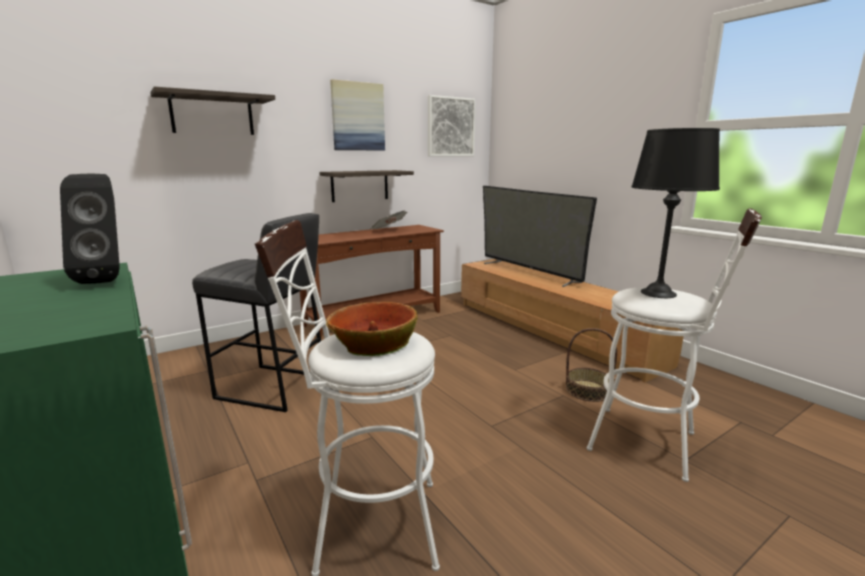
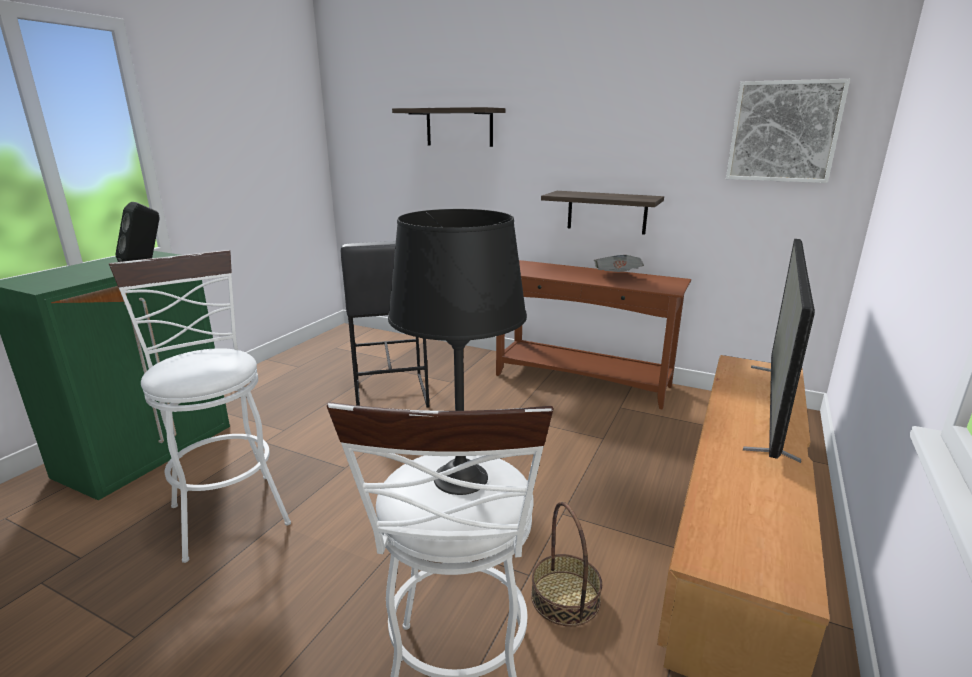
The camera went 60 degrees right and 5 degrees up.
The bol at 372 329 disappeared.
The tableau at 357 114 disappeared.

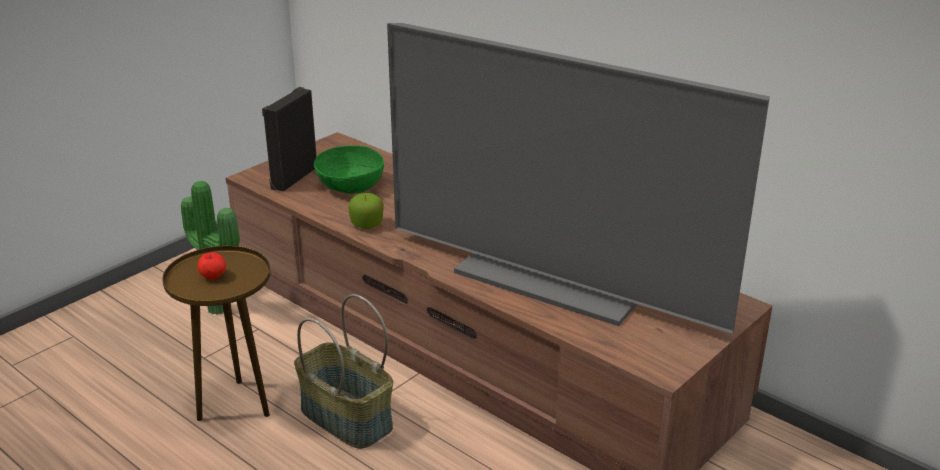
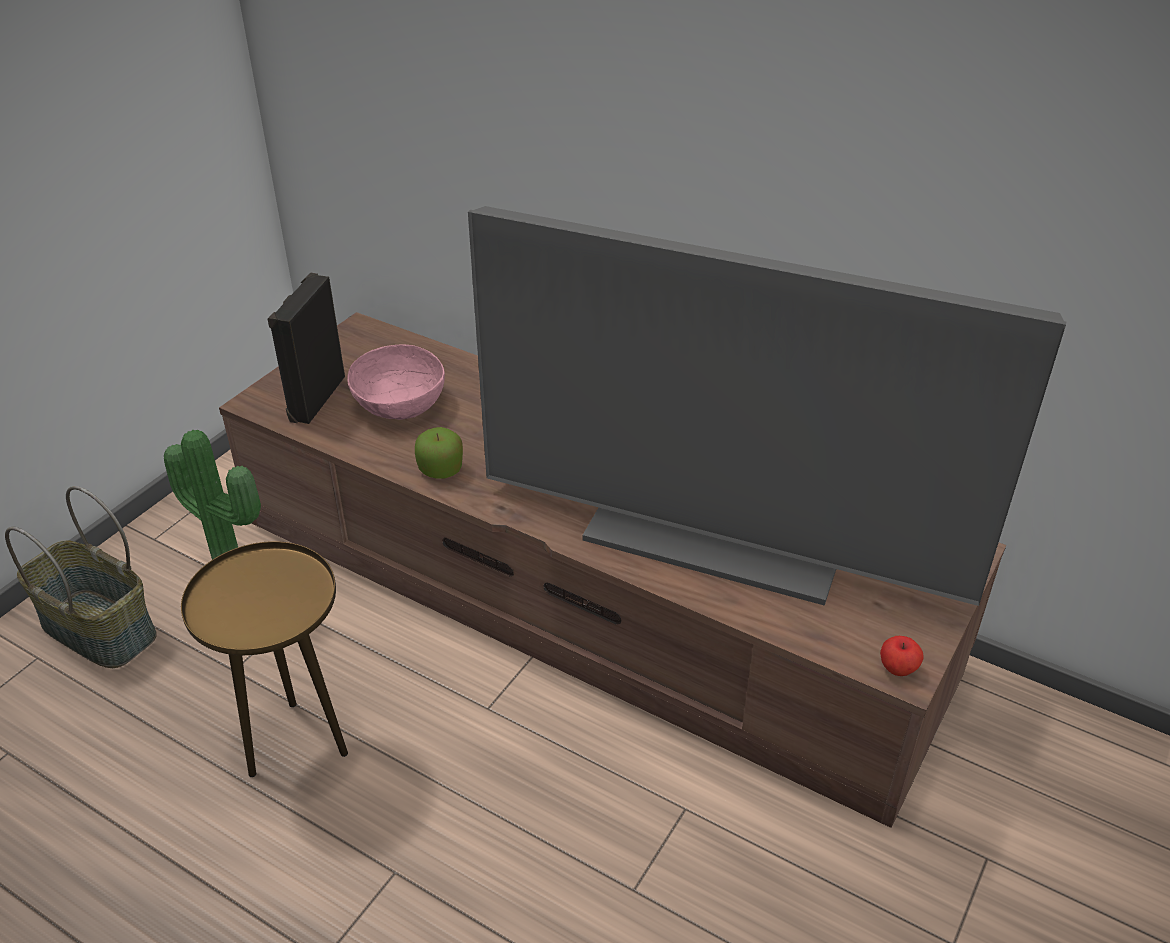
The camera went 10 degrees left and 10 degrees up.
The pomme moved from 212 266 to 902 656.
The panier moved from 343 371 to 81 577.
The bol/vert at 349 169 became the bol/rose at 396 382.

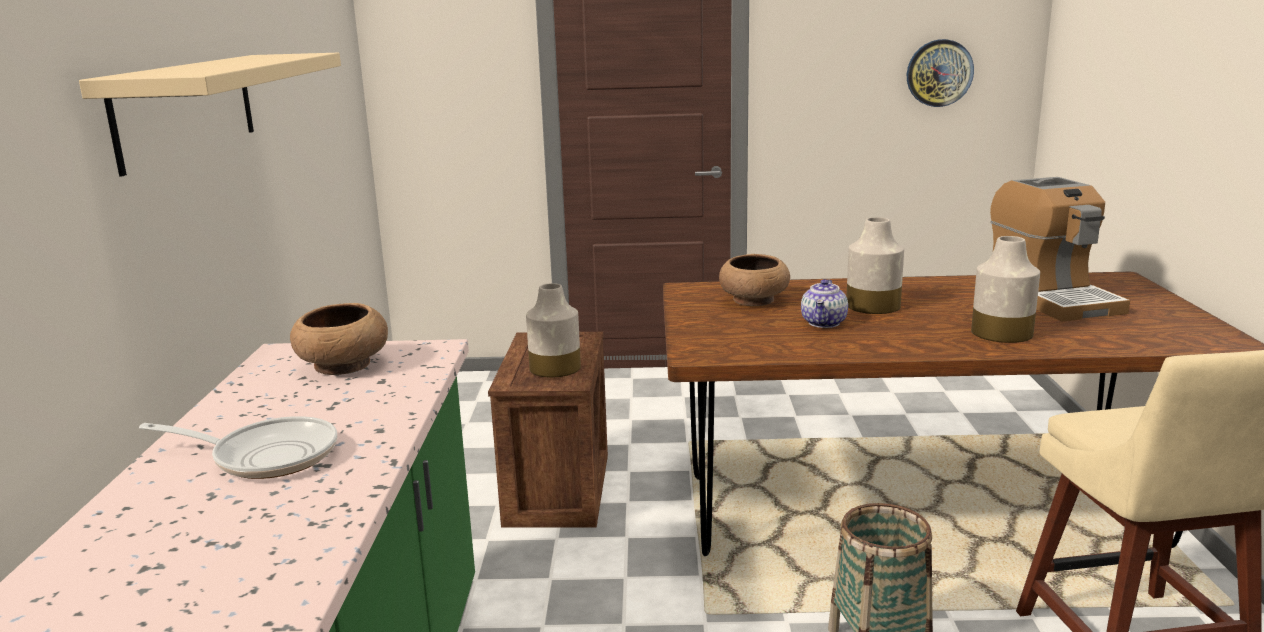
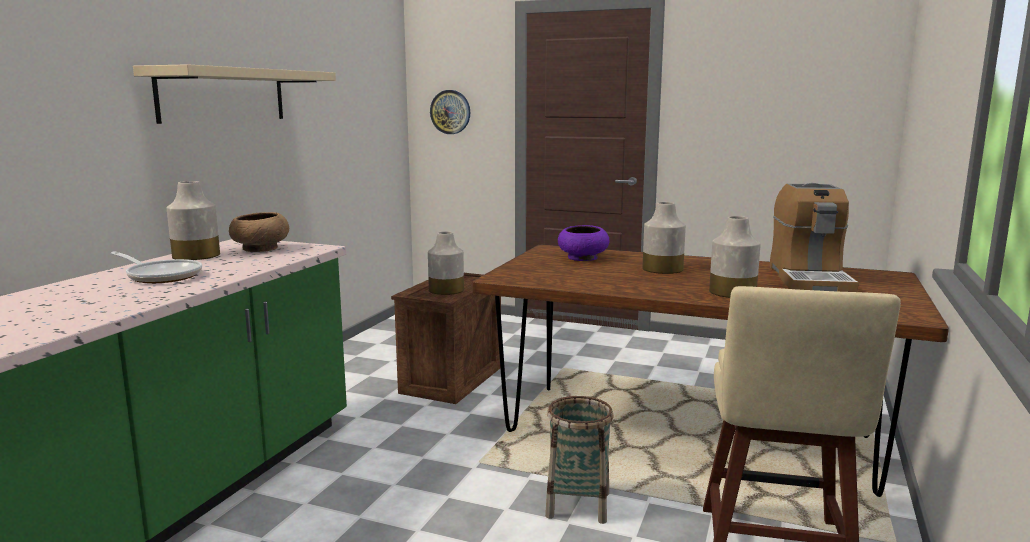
The camera went 20 degrees right and 5 degrees down.
The théière at 824 303 disappeared.
The vase/beige at 193 220 appeared.
The horloge murale moved from 940 73 to 450 112.
The bol/marron at 754 280 became the bol/violet at 583 243.

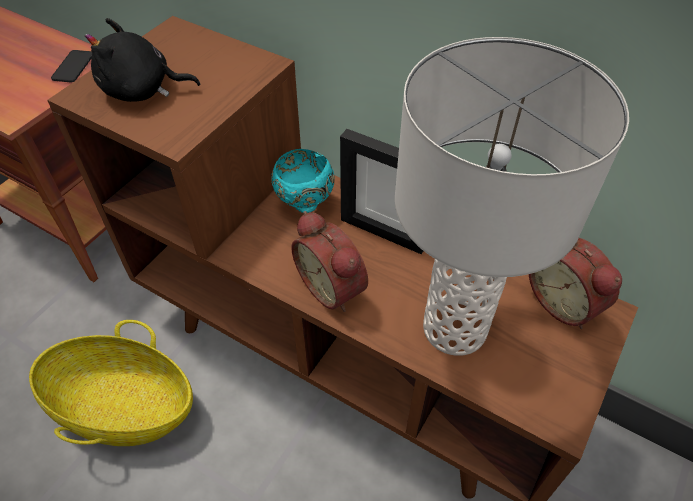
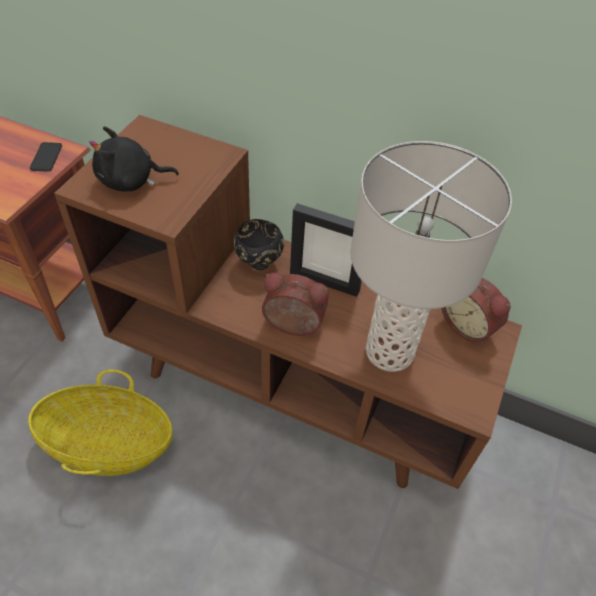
The camera went 10 degrees left and 0 degrees up.
The bol/turquoise at 303 181 became the bol/noir at 258 244.
The réveil at 329 261 turned 150 degrees clockwise.

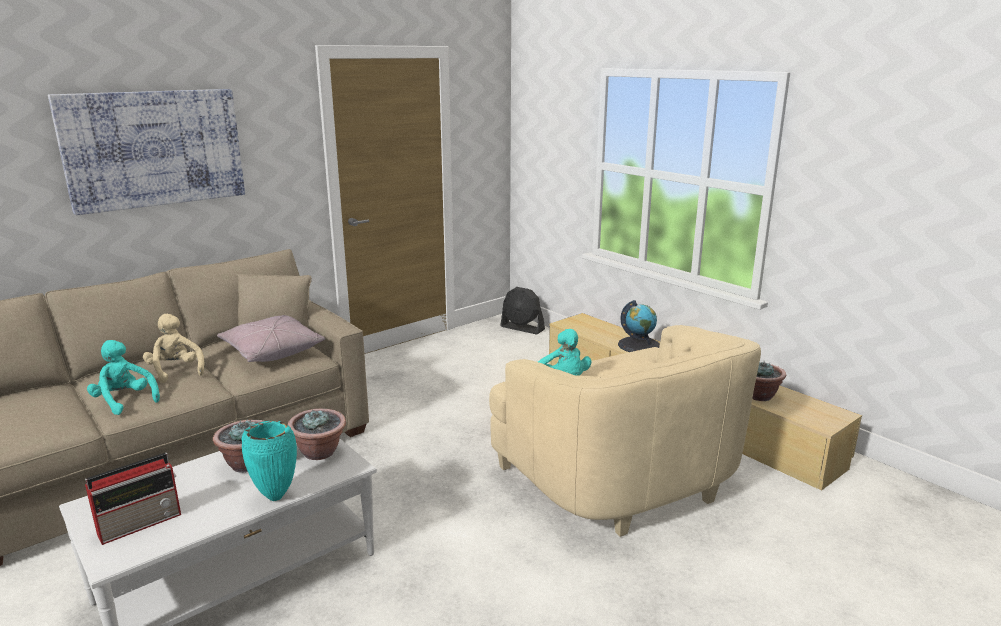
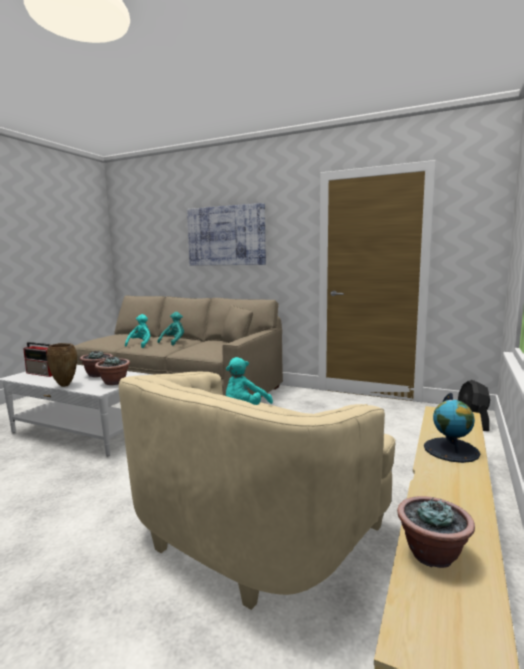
The camera went 65 degrees right and 10 degrees down.
The coussin/violet at 271 338 disappeared.
The peluche/beige at 173 348 became the peluche/turquoise at 170 329.
The vase/turquoise at 269 460 became the vase/marron at 61 365.

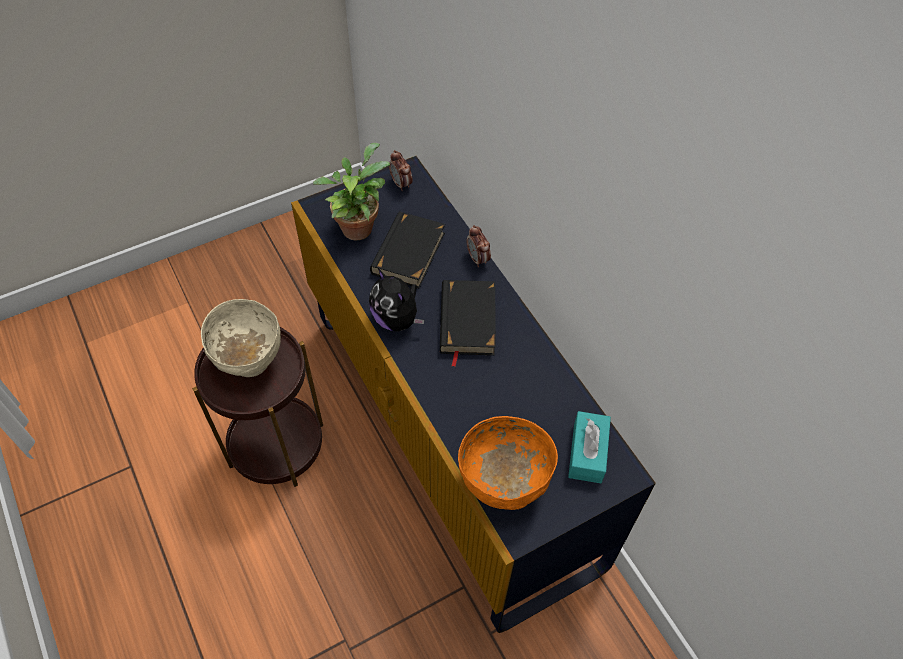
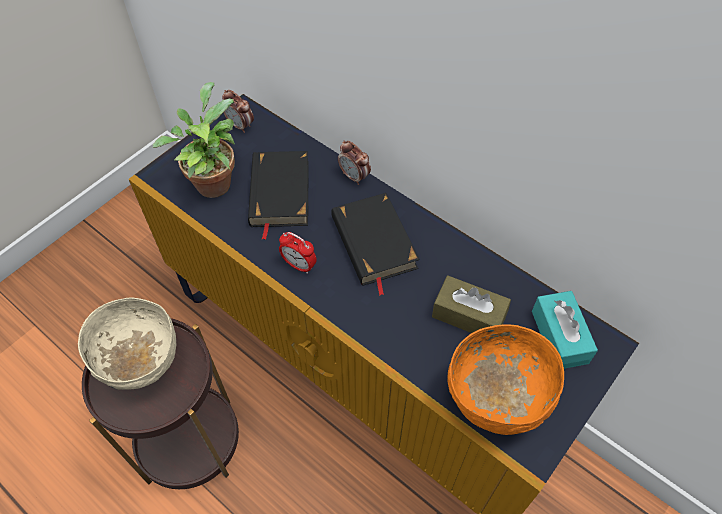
The camera went 20 degrees left and 0 degrees up.
The boîte à mouchoirs/marron at 471 304 appeared.
The peluche at 396 299 was replaced by the réveil at 298 253.

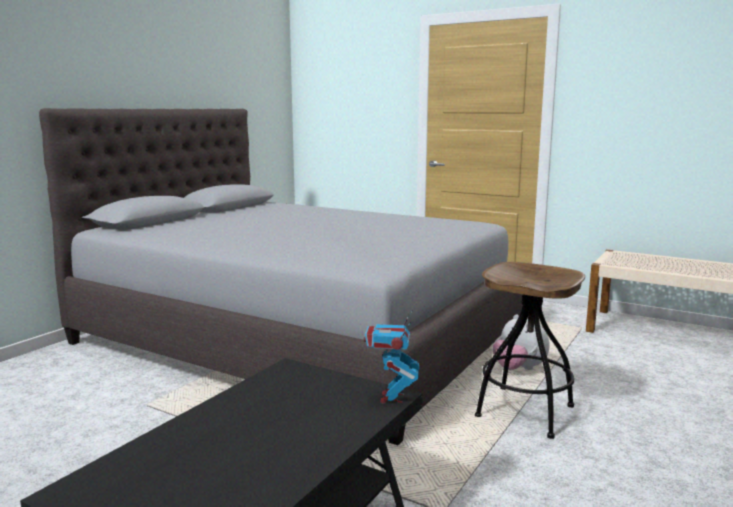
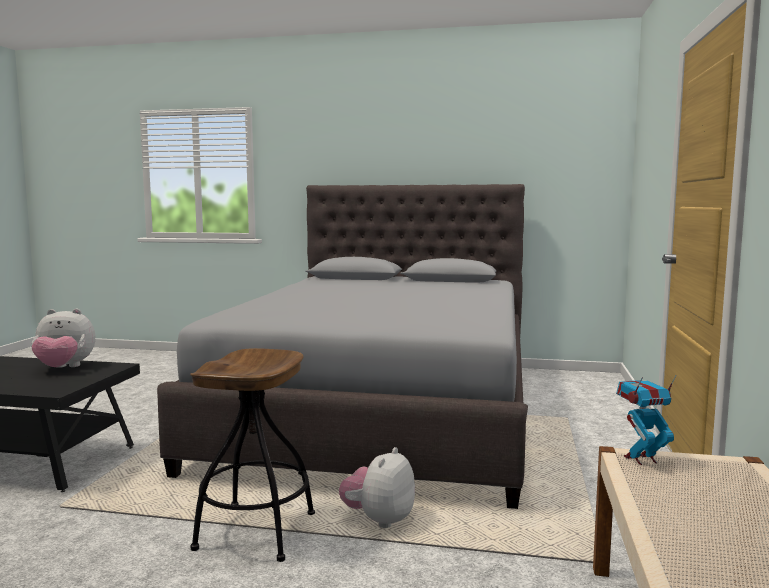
The camera went 70 degrees right and 5 degrees down.
The peluche at 63 338 appeared.
The robot jouet moved from 392 356 to 646 420.

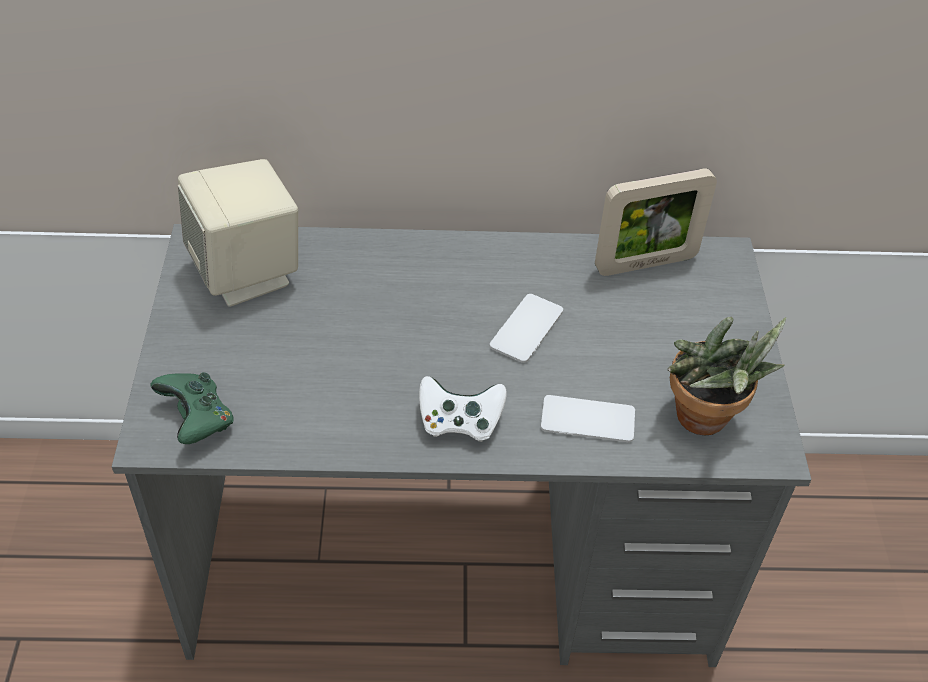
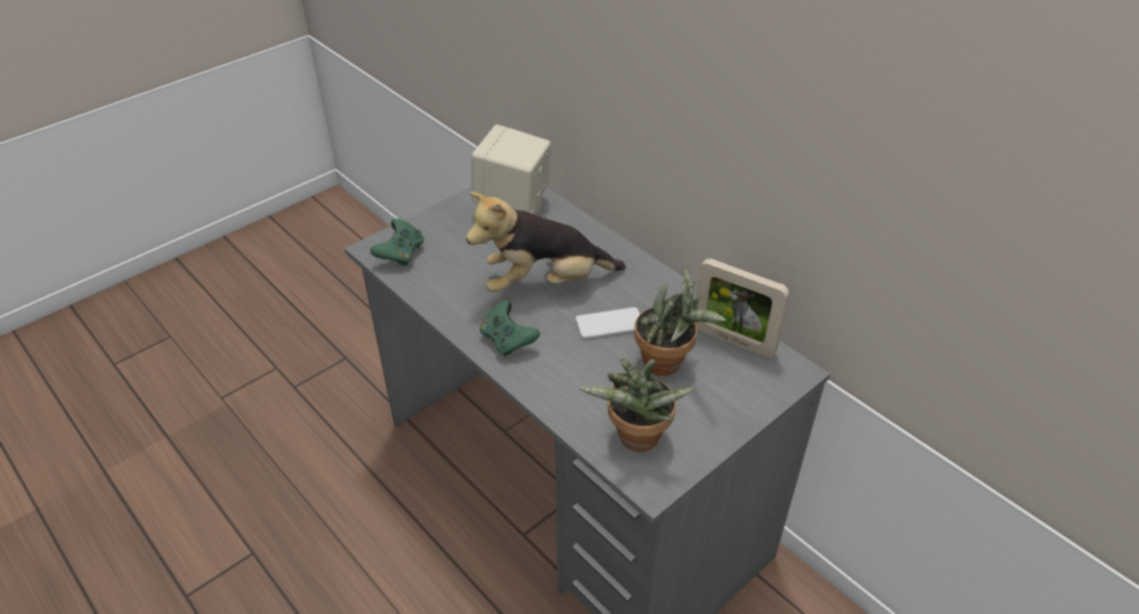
The camera went 50 degrees right and 5 degrees down.
The téléphone at 588 418 disappeared.
The peluche at 546 242 appeared.
The plante en pot at 680 321 appeared.
The manette/blanc at 463 409 became the manette/vert at 510 328.

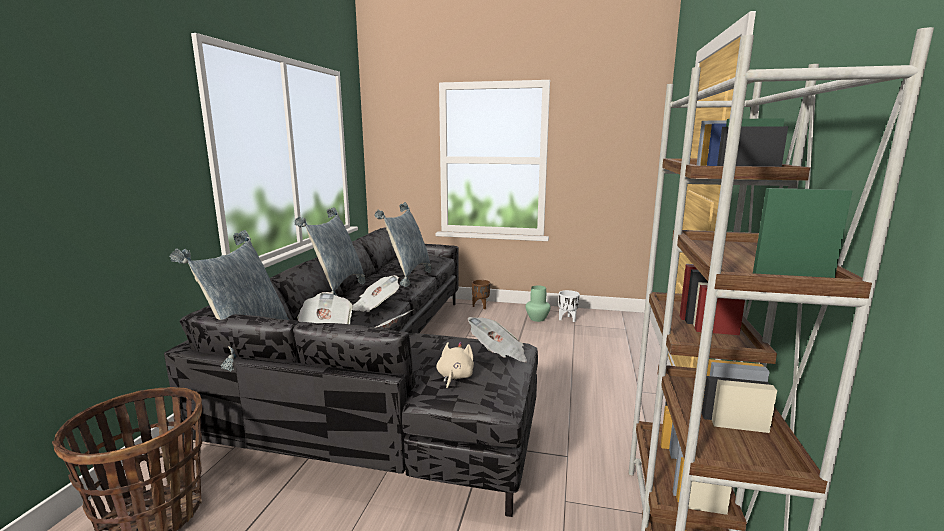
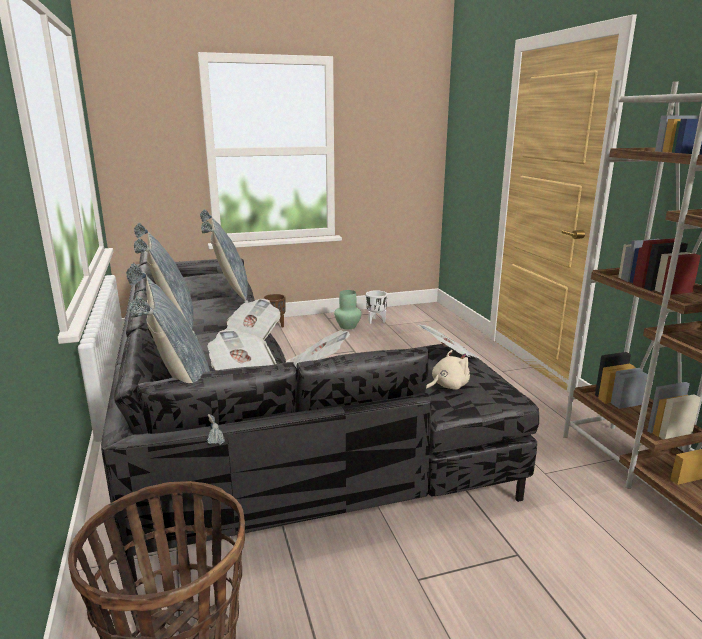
The camera went 30 degrees left and 5 degrees up.
The peluche/beige at 455 365 turned 75 degrees clockwise.

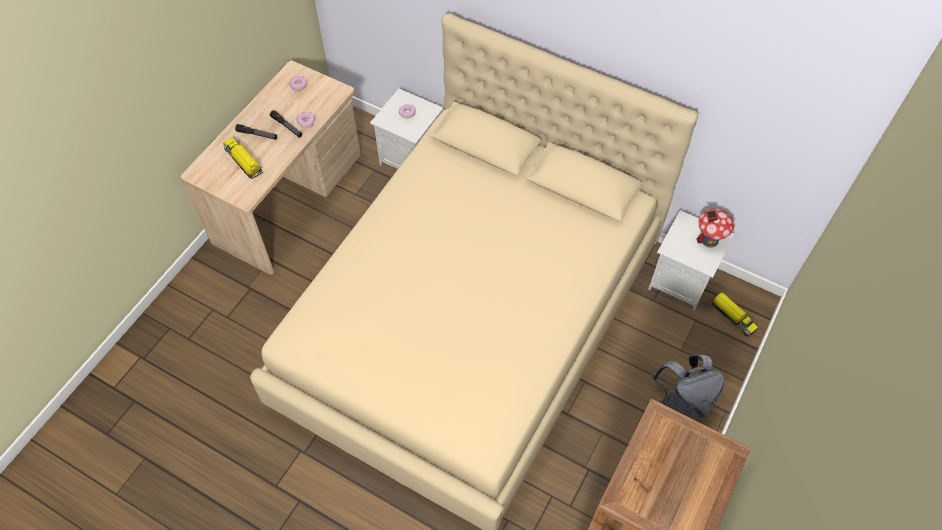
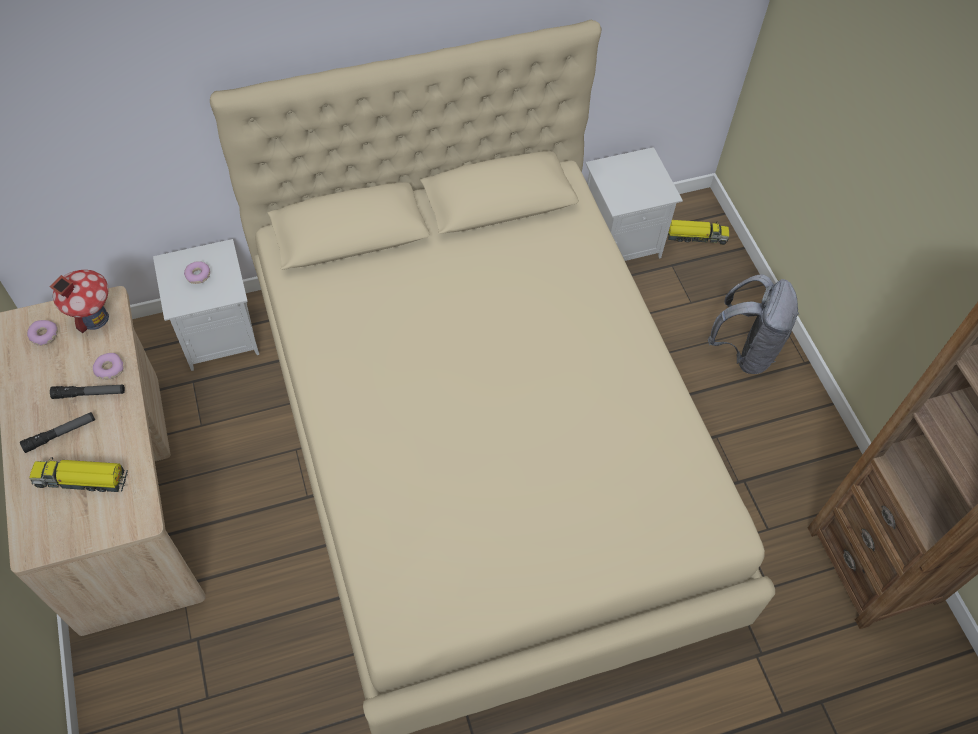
The camera went 50 degrees left and 0 degrees up.
The maison miniature moved from 715 228 to 79 301.

